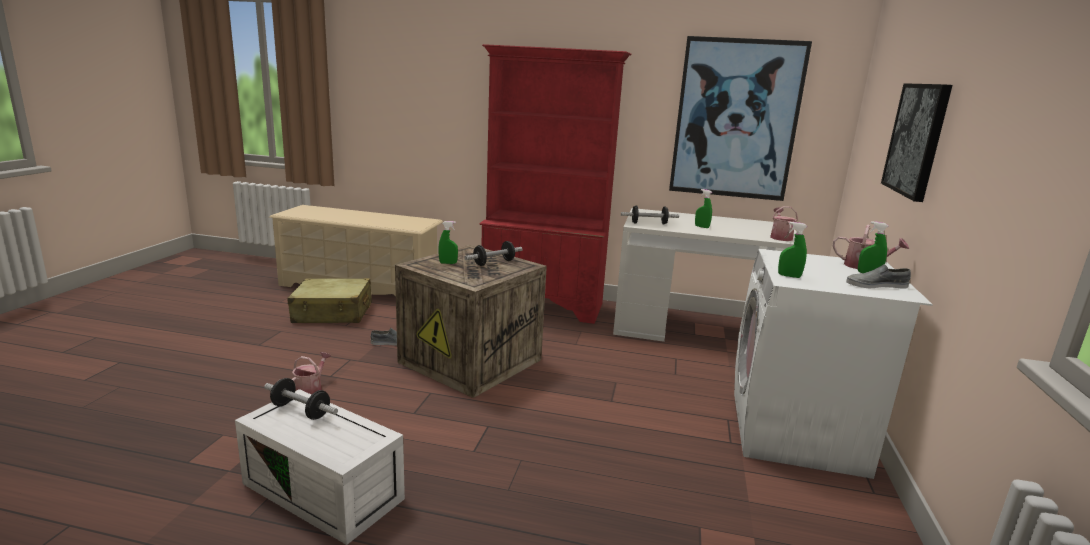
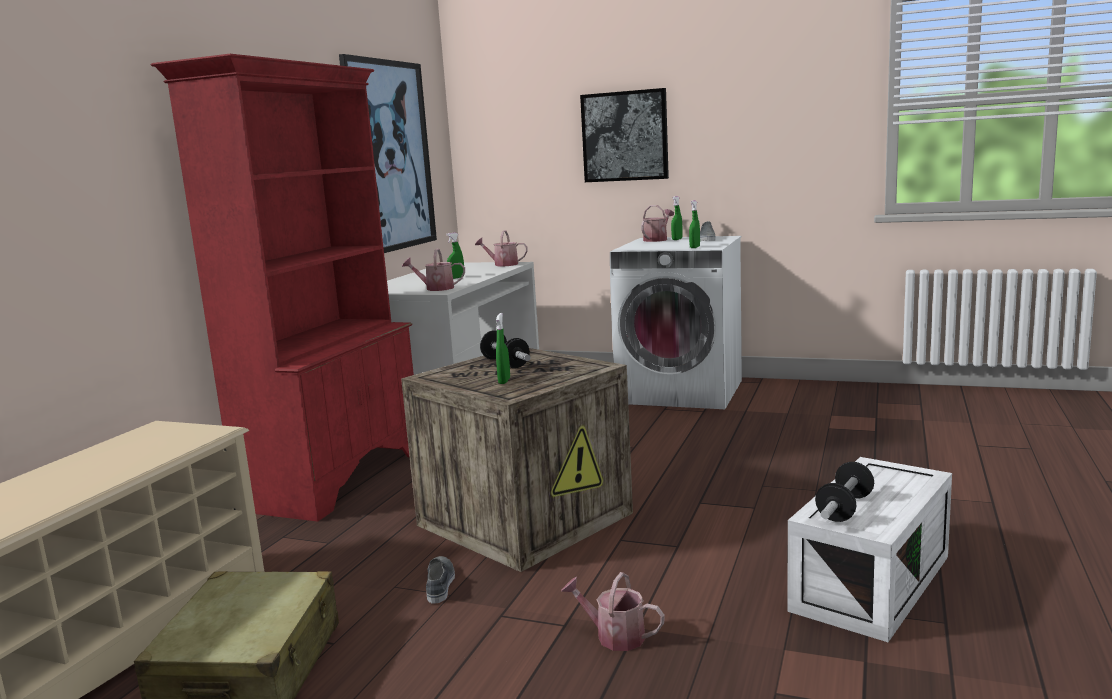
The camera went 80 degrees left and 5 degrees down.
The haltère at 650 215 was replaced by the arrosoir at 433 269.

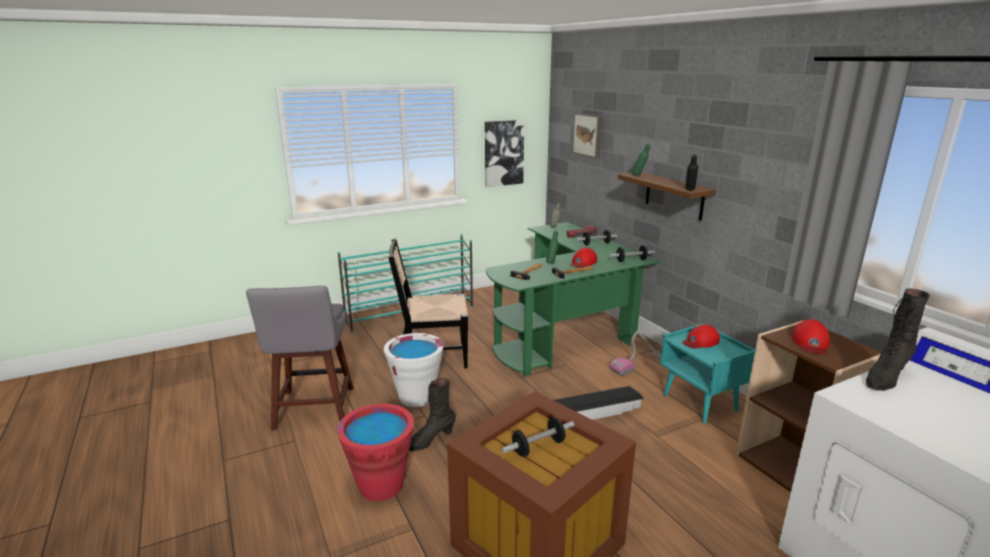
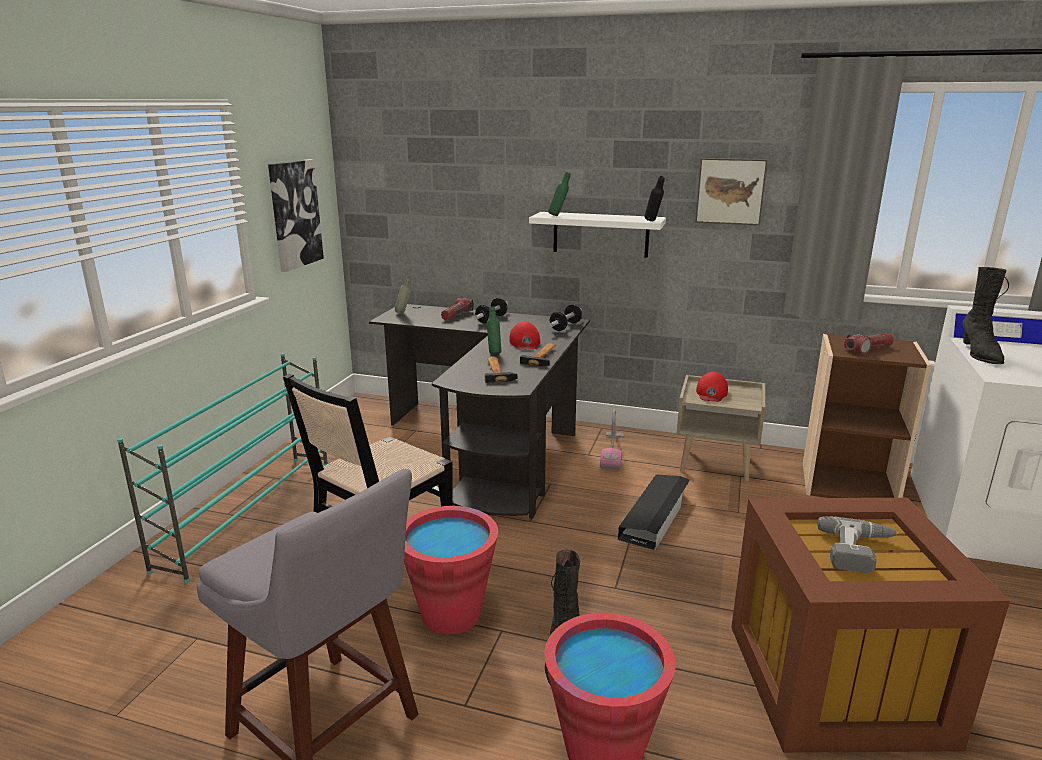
The camera went 45 degrees left and 0 degrees up.
The tableau moved from 587 135 to 731 191.
The haltère at 537 437 was replaced by the perceuse at 857 545.
The casquette/rouge at 811 336 was replaced by the lampe de poche at 869 343.
The seau/blanc at 414 370 became the seau/rouge at 451 570.
The bureau/vert at 573 299 became the bureau/noir at 479 411.
The étagère/marron at 667 196 became the étagère/blanc at 597 235.
The table de chevet/turquoise at 707 373 became the table de chevet/beige at 720 428.

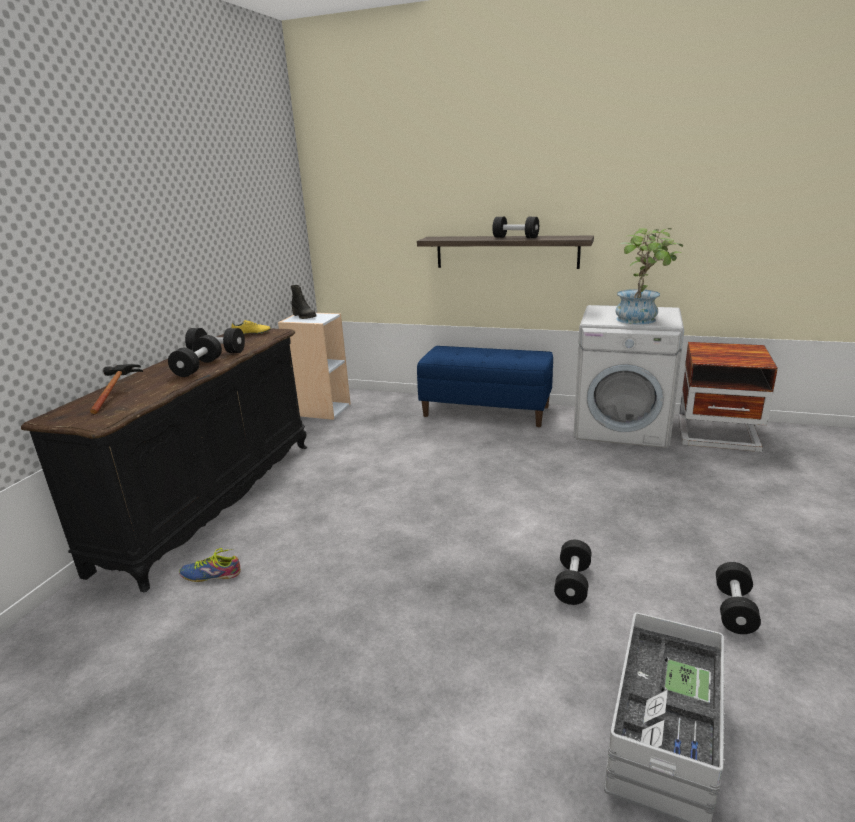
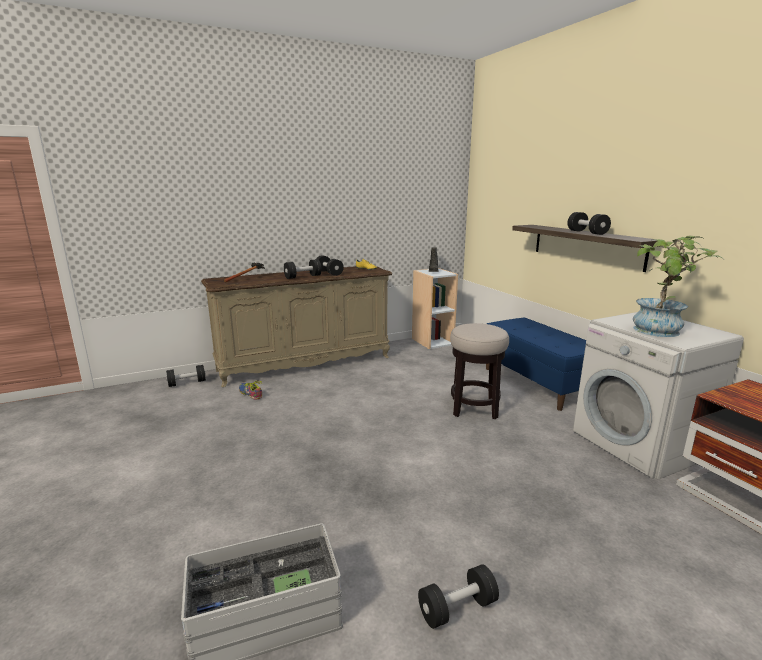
The camera went 45 degrees right and 5 degrees down.
The tabouret at 479 371 appeared.
The haltère/noir moved from 573 572 to 186 376.
The meuble de rangement/noir at 164 460 became the meuble de rangement/beige at 296 326.

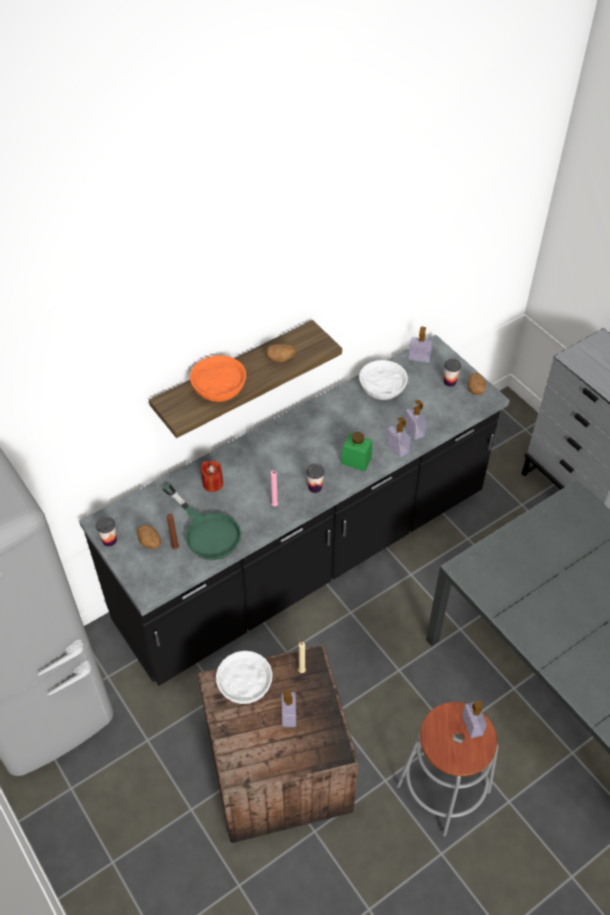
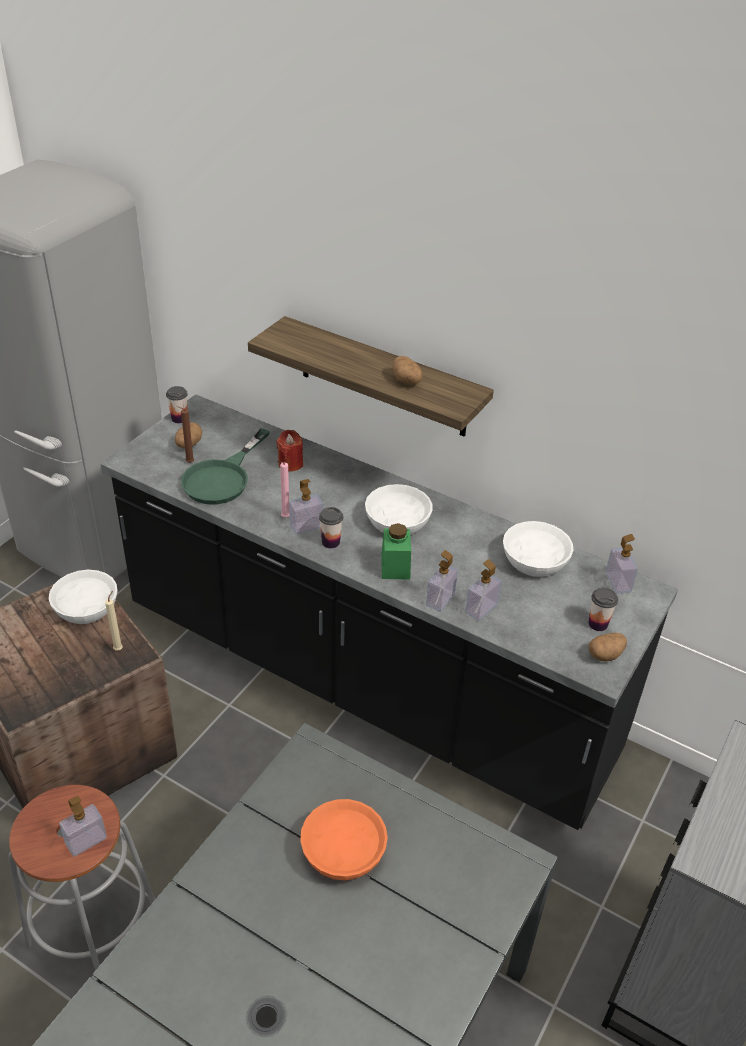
The camera went 65 degrees right and 10 degrees down.
The bol/blanc at 398 509 appeared.
The bol/orange moved from 218 378 to 344 840.
The distributeur de savon moved from 289 709 to 306 506.

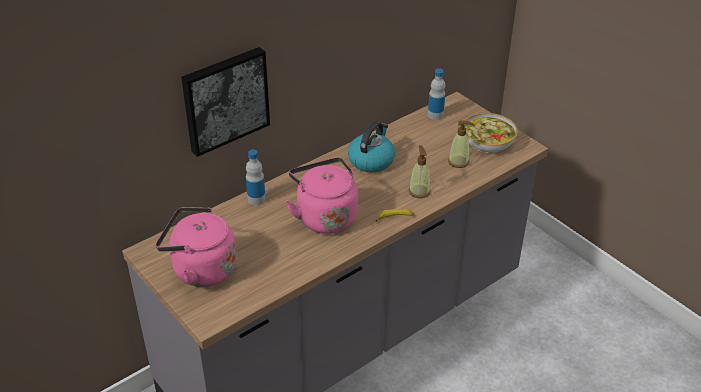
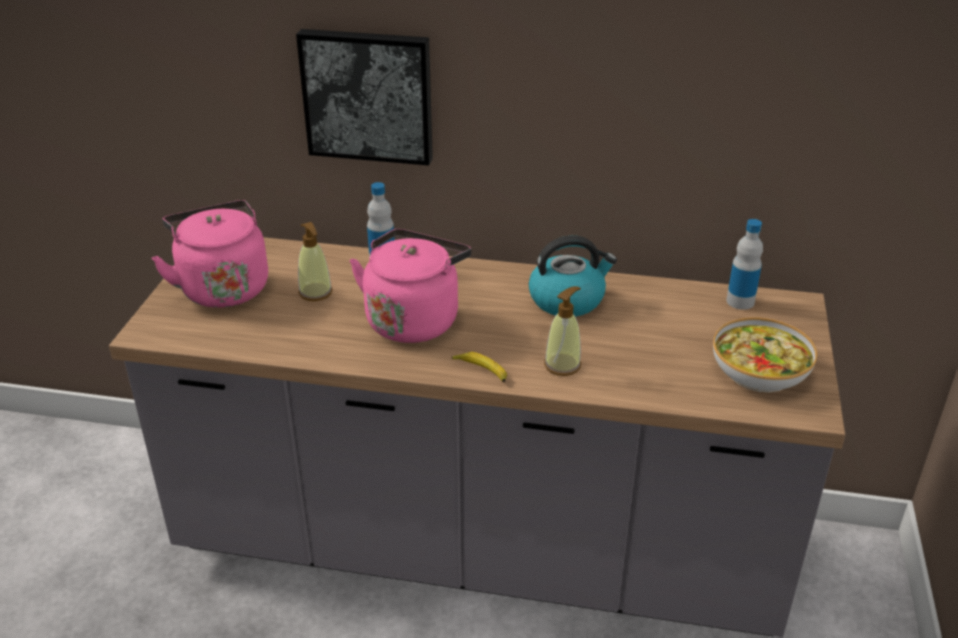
The camera went 50 degrees right and 5 degrees down.
The distributeur de savon moved from 461 144 to 315 261.

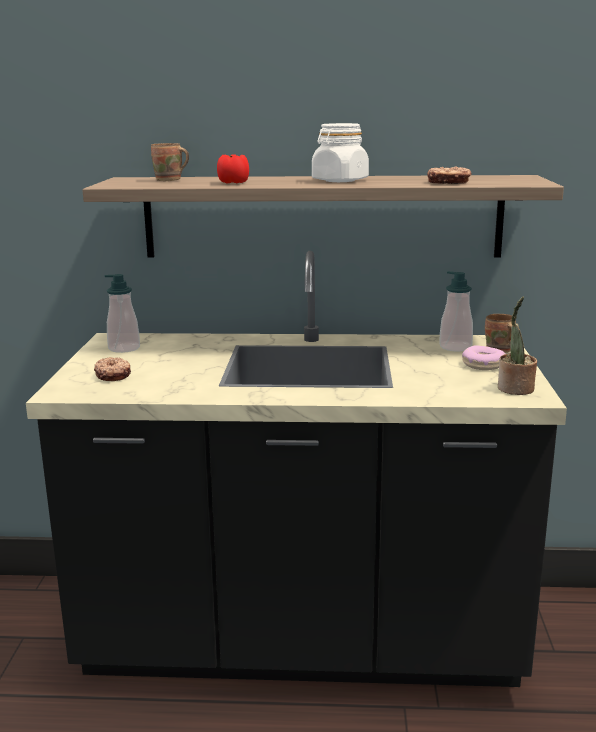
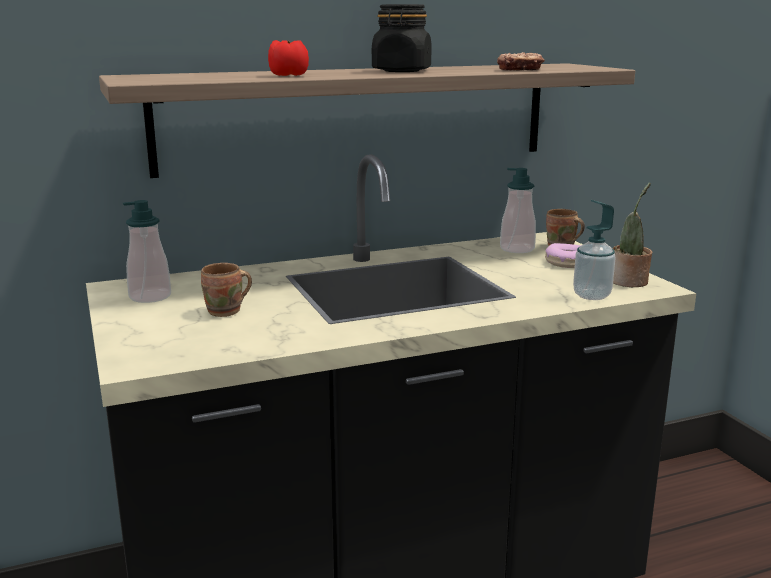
The camera went 25 degrees left and 0 degrees up.
The beignet at 112 369 disappeared.
The distributeur de savon at 594 250 appeared.
The mug/marron moved from 170 162 to 226 290.
The bocal/blanc at 340 152 became the bocal/noir at 402 38.

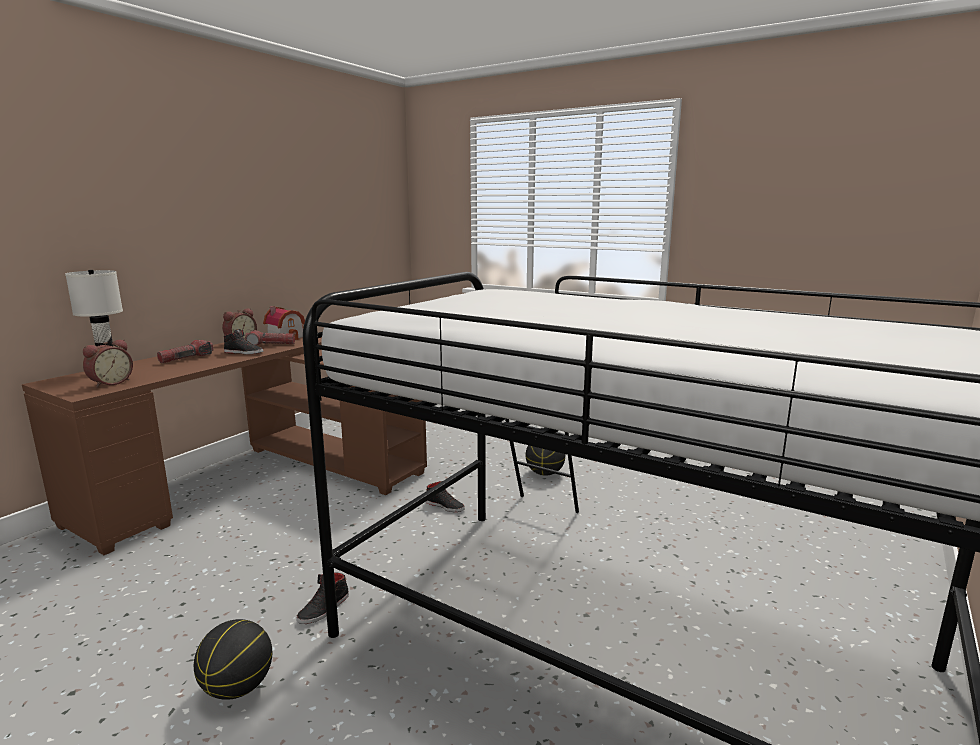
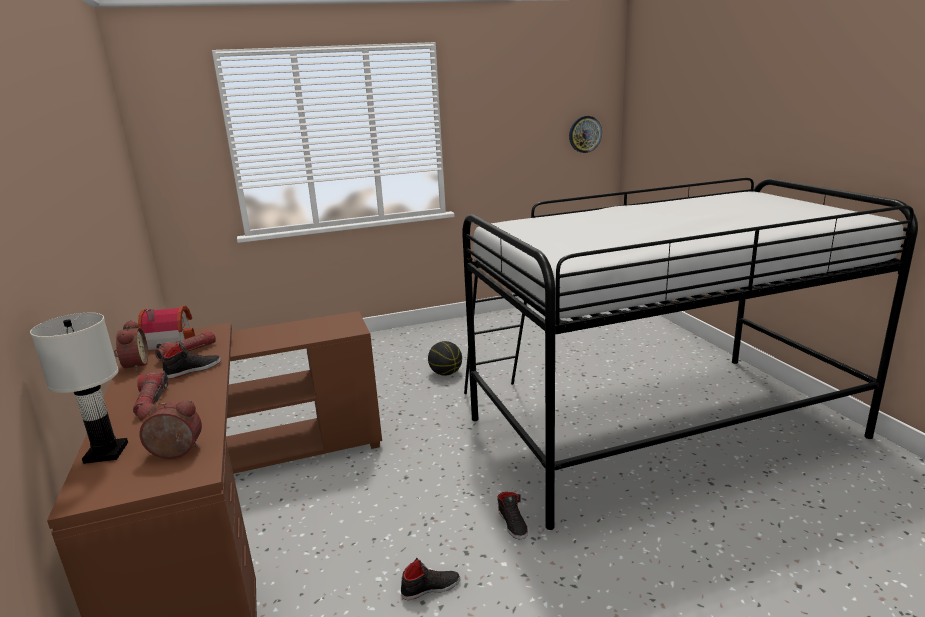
The camera went 50 degrees left and 5 degrees up.
The ballon de basket at 233 659 disappeared.
The horloge murale at 585 134 appeared.
The chaussure/noir moved from 445 496 to 430 579.
The réveil at 108 363 turned 75 degrees counterclockwise.

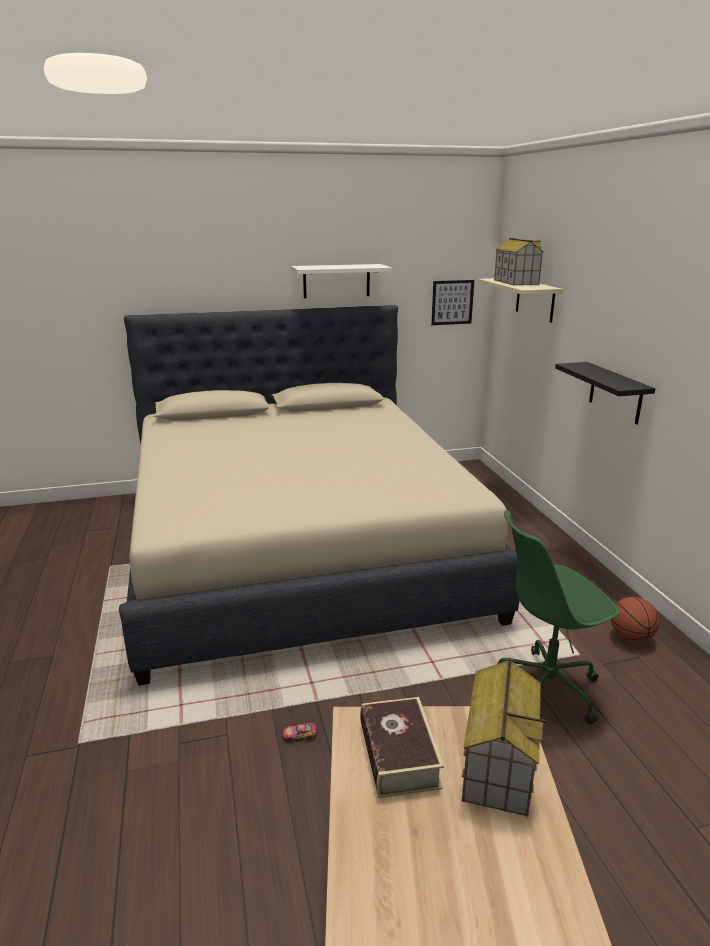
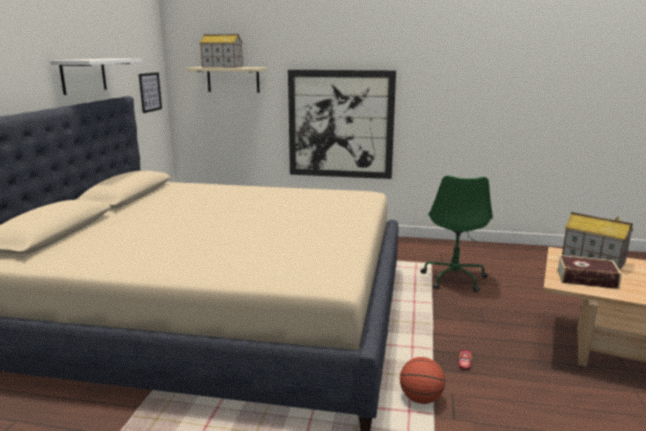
The camera went 65 degrees left and 5 degrees down.
The ballon de basket moved from 635 620 to 422 380.
The étagère/noir at 605 393 was replaced by the tableau at 342 124.

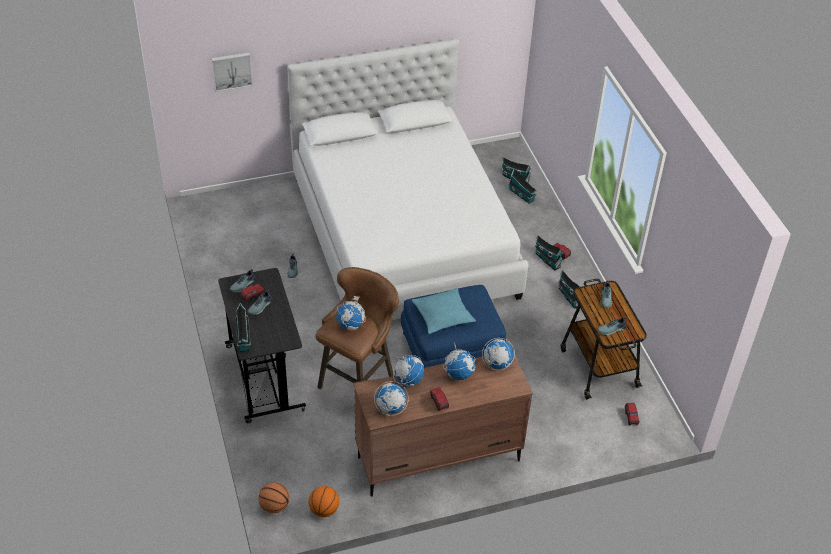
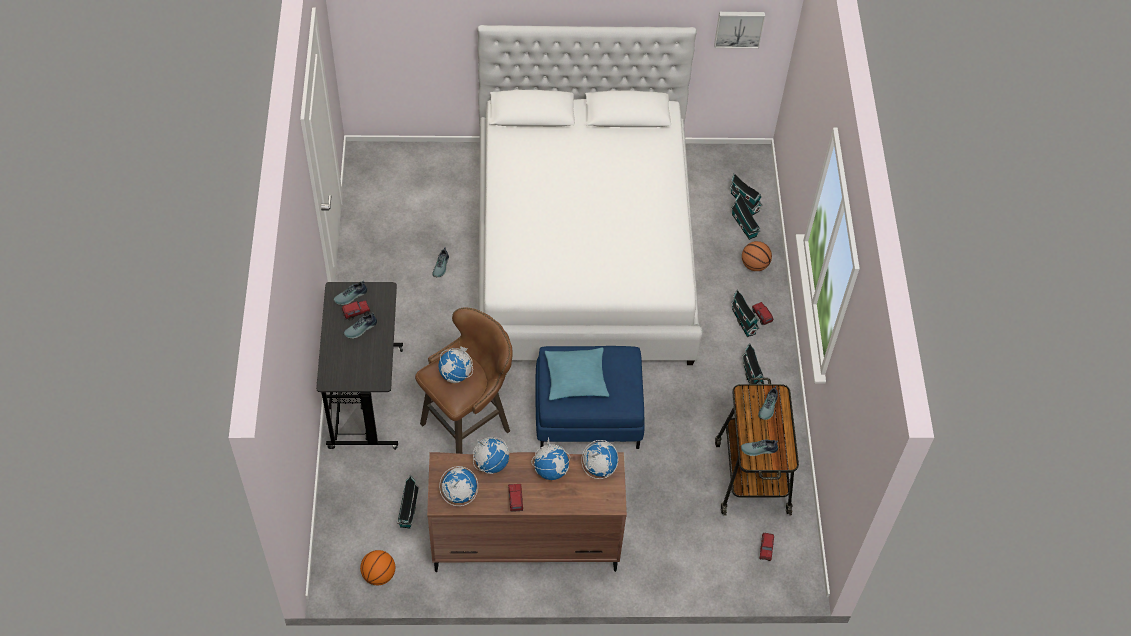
The camera went 15 degrees right and 10 degrees up.
The tableau moved from 232 72 to 739 30.
The maison miniature moved from 243 327 to 408 502.
The ballon de basket moved from 273 498 to 757 256.

